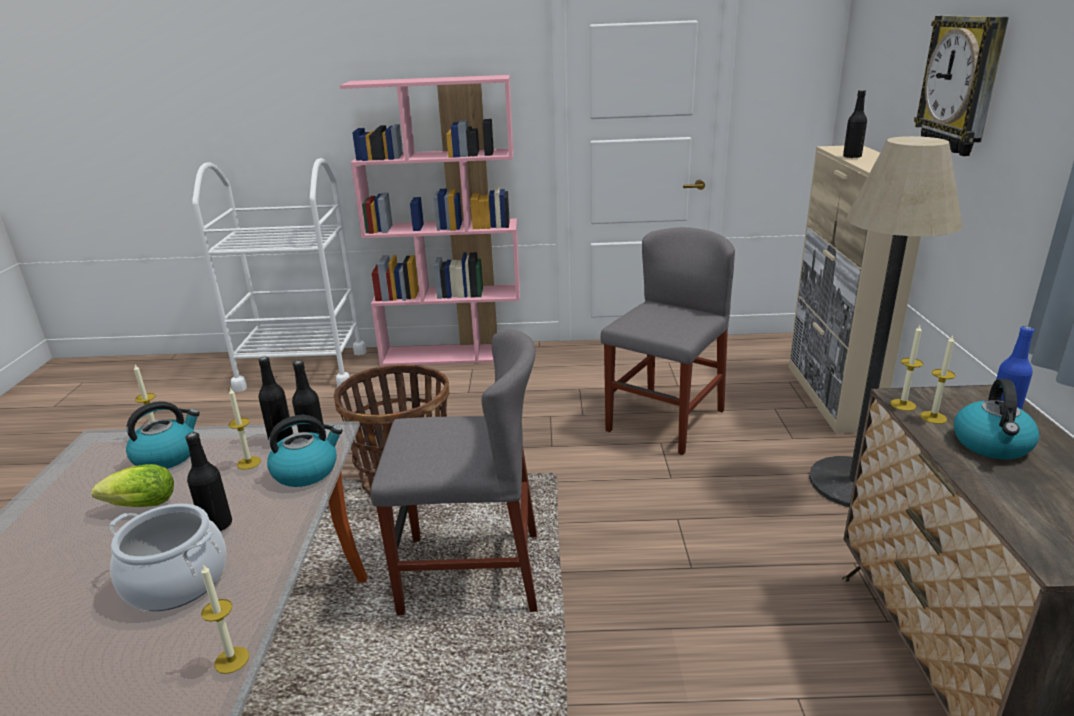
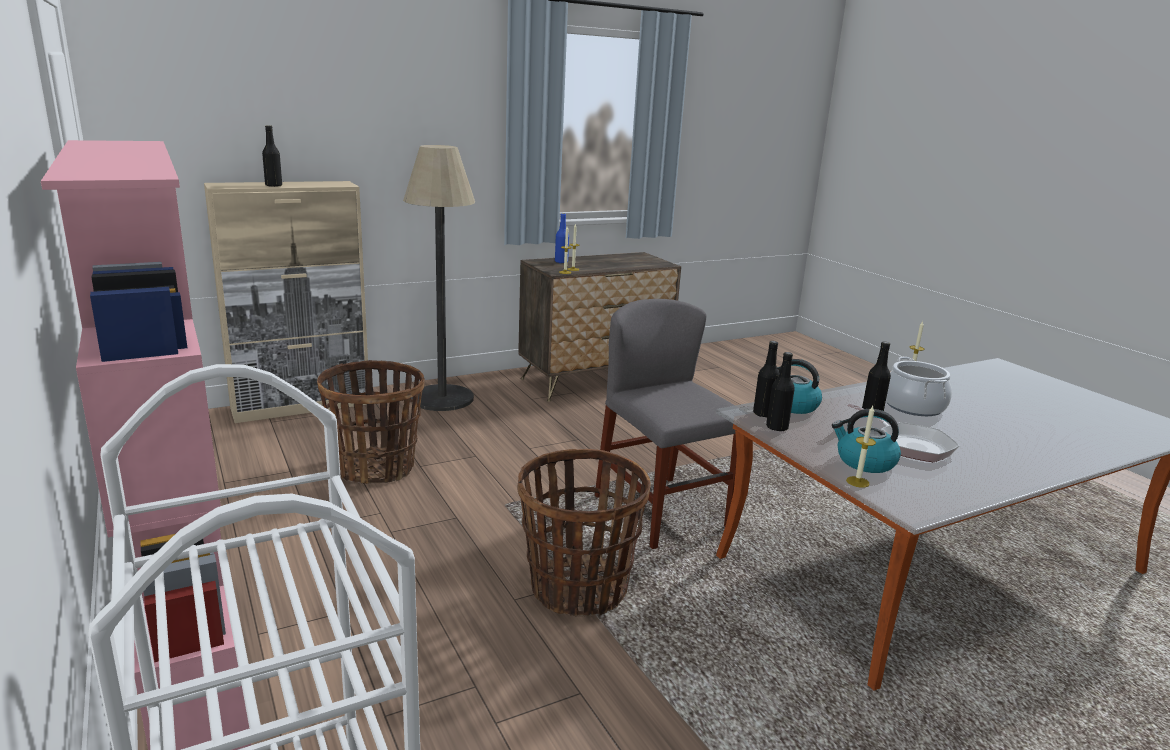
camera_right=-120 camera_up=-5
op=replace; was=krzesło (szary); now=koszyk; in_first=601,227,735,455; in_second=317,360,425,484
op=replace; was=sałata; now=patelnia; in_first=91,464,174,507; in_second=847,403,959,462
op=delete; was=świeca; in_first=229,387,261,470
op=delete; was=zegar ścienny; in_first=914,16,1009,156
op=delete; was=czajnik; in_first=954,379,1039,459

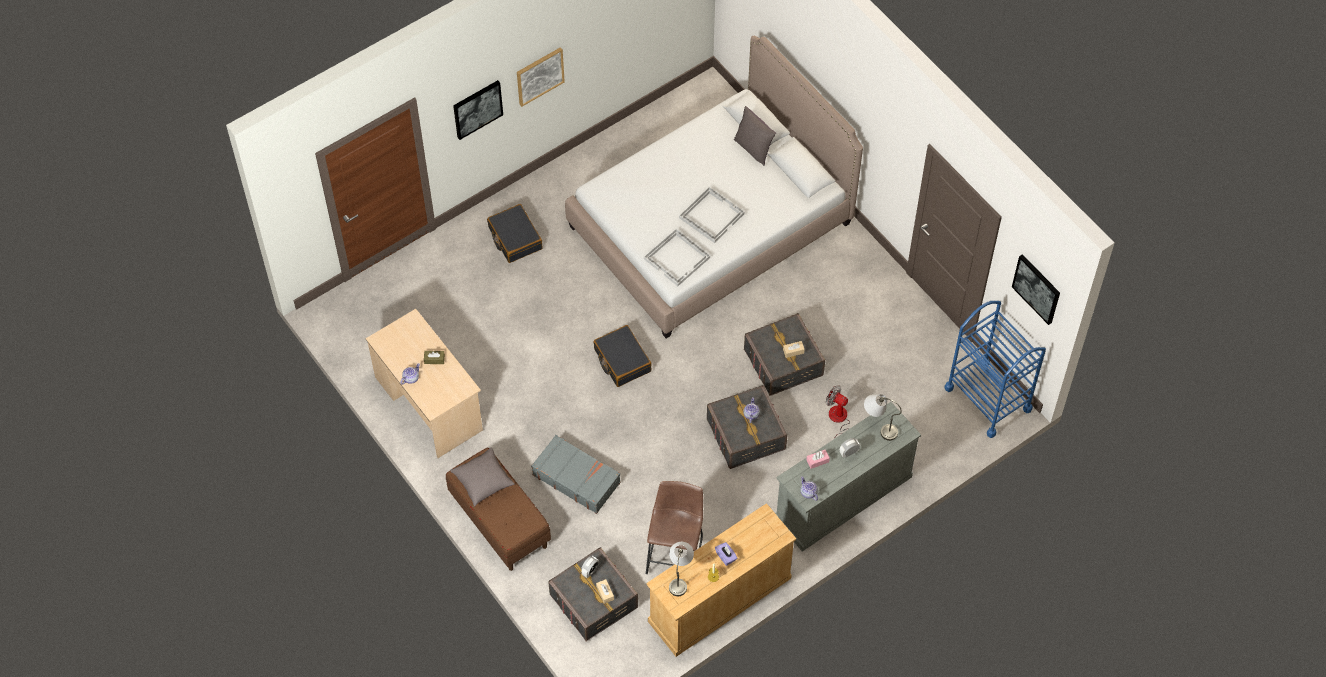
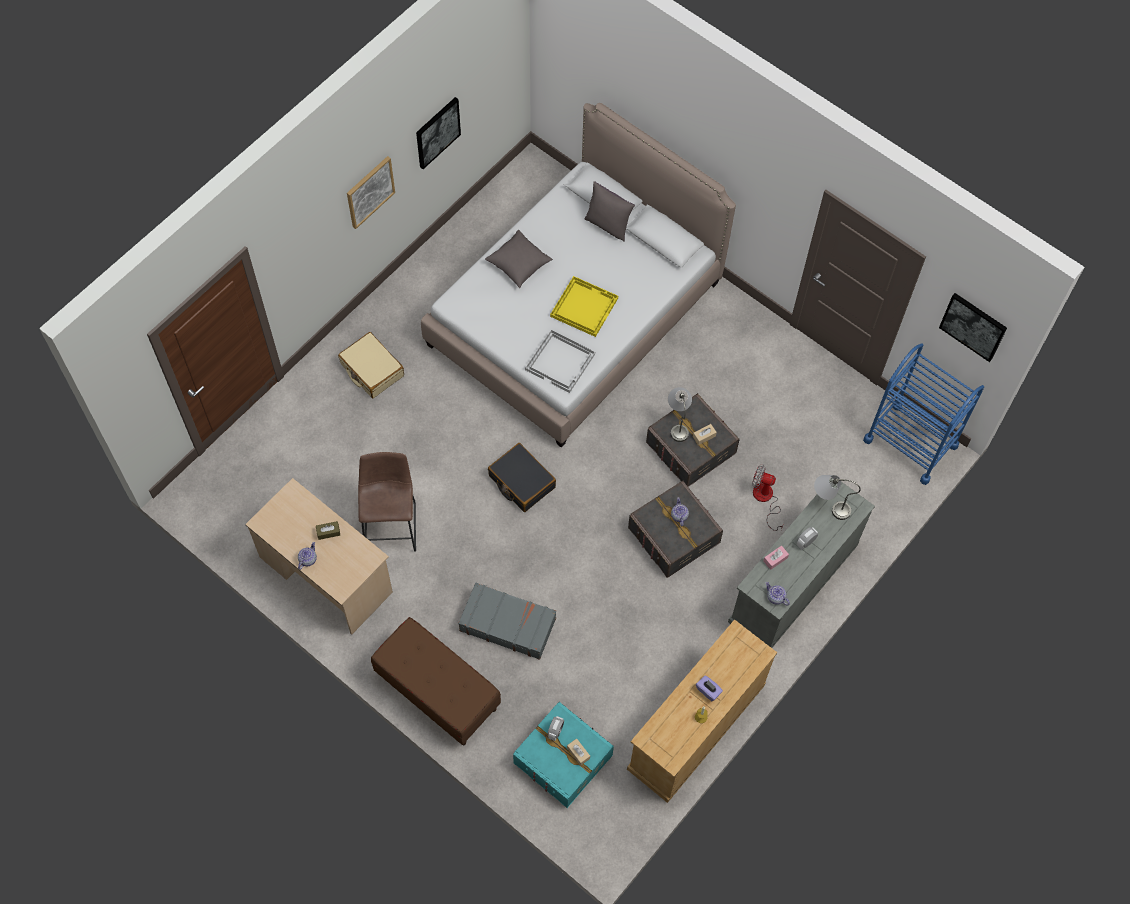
camera_right=-15 camera_up=5
op=recolor; was=walizka (czarny); now=walizka (beżowy); in_first=487,204,543,263; in_second=338,332,404,398
op=move; was=stołek (brązowy); in_first=646,481,703,574; in_second=358,452,416,551
op=move; was=obraz; in_first=453,80,503,140; in_second=416,97,461,169
op=move; was=poduszka (szary); in_first=450,447,515,507; in_second=485,230,553,288
op=recolor; was=pojemnik do przechowywania (szary); now=pojemnik do przechowywania (turkusowy); in_first=548,547,638,641; in_second=513,702,614,808
op=recolor; was=taca (biały); now=taca (żółty); in_first=679,187,745,243; in_second=550,276,618,337
op=move; was=lampa stołowa (szary); in_first=669,542,694,596; in_second=668,387,692,442

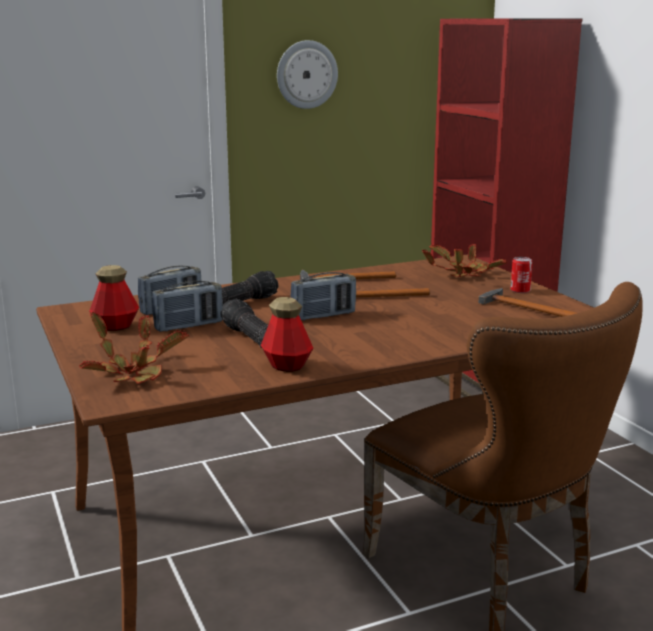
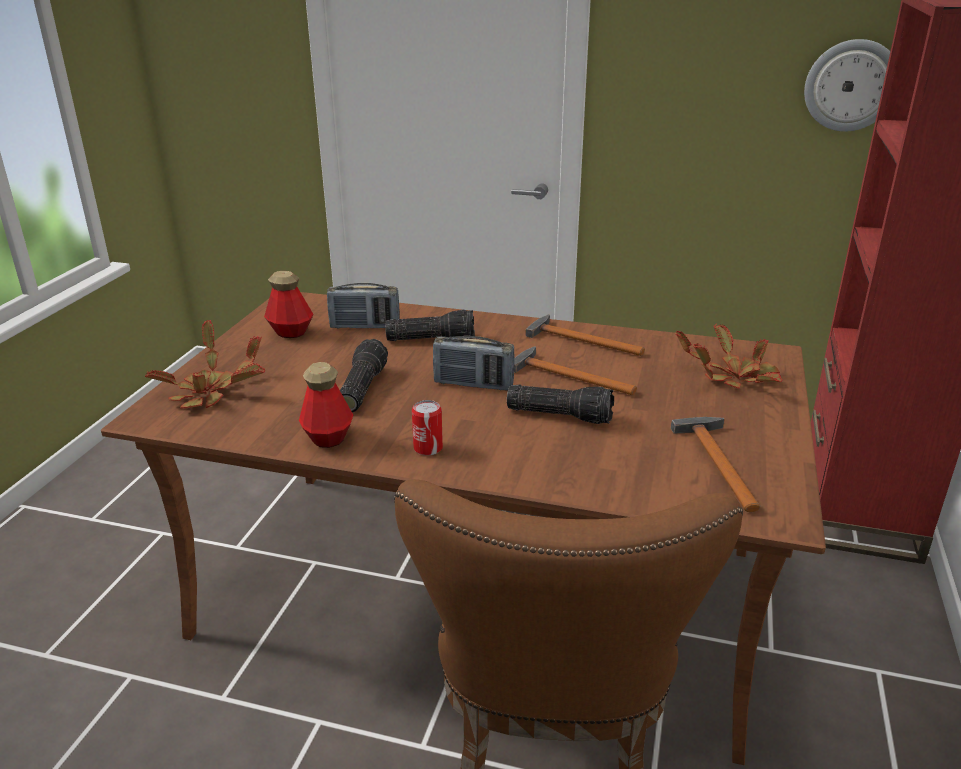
camera_right=40 camera_up=10
op=move; was=puszka; in_first=511,257,533,293; in_second=412,400,443,456
op=insert; now=latarka; in_second=507,385,614,424
op=move; was=zegar ścienny; in_first=277,40,338,109; in_second=804,39,890,131
op=delete; was=radio; in_first=152,281,223,332

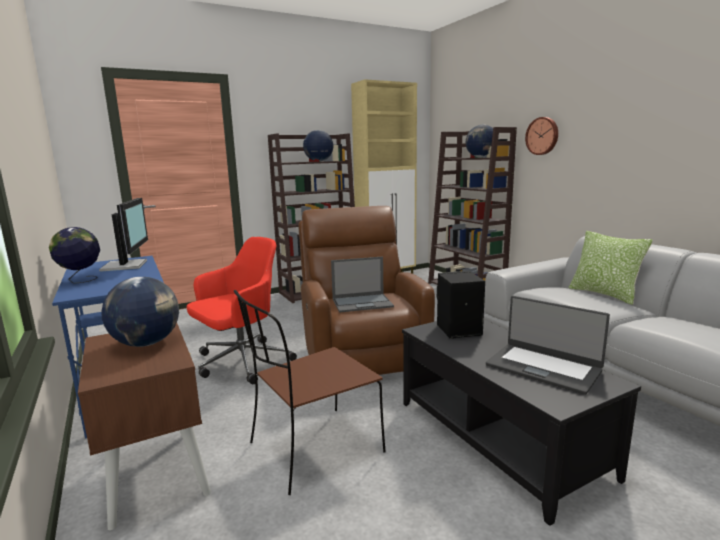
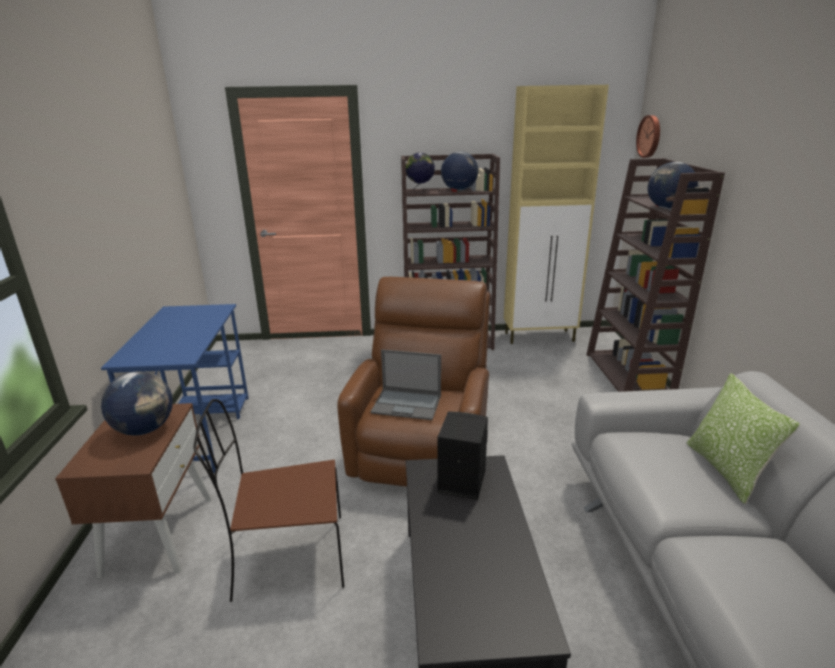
camera_right=25 camera_up=10
op=move; was=globus; in_first=49,227,100,284; in_second=406,153,435,193
op=move; was=zegar ścienny; in_first=525,117,558,155; in_second=636,115,660,158
op=delete; was=monitor; in_first=99,198,148,272
op=delete; was=krzesło biurowe (czerwony); in_first=186,237,297,384
op=delete; was=laptop; in_first=486,296,610,395

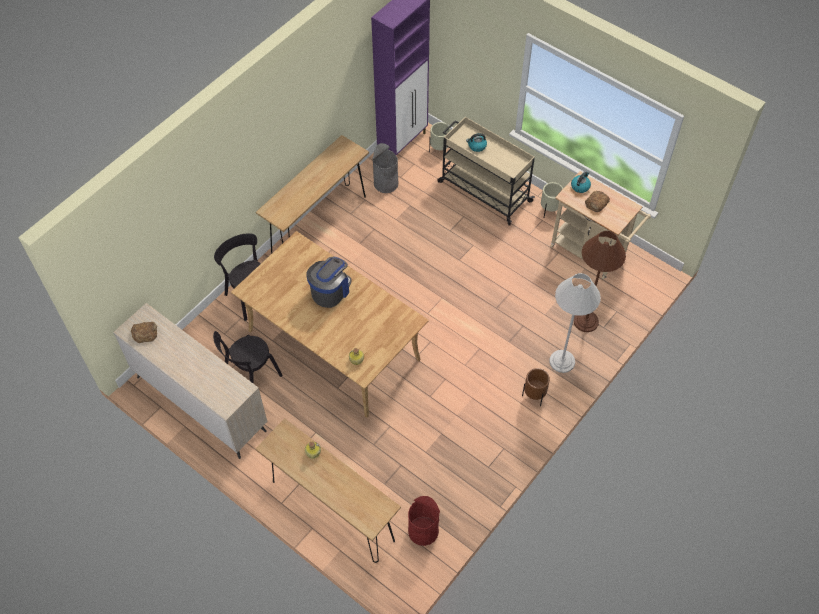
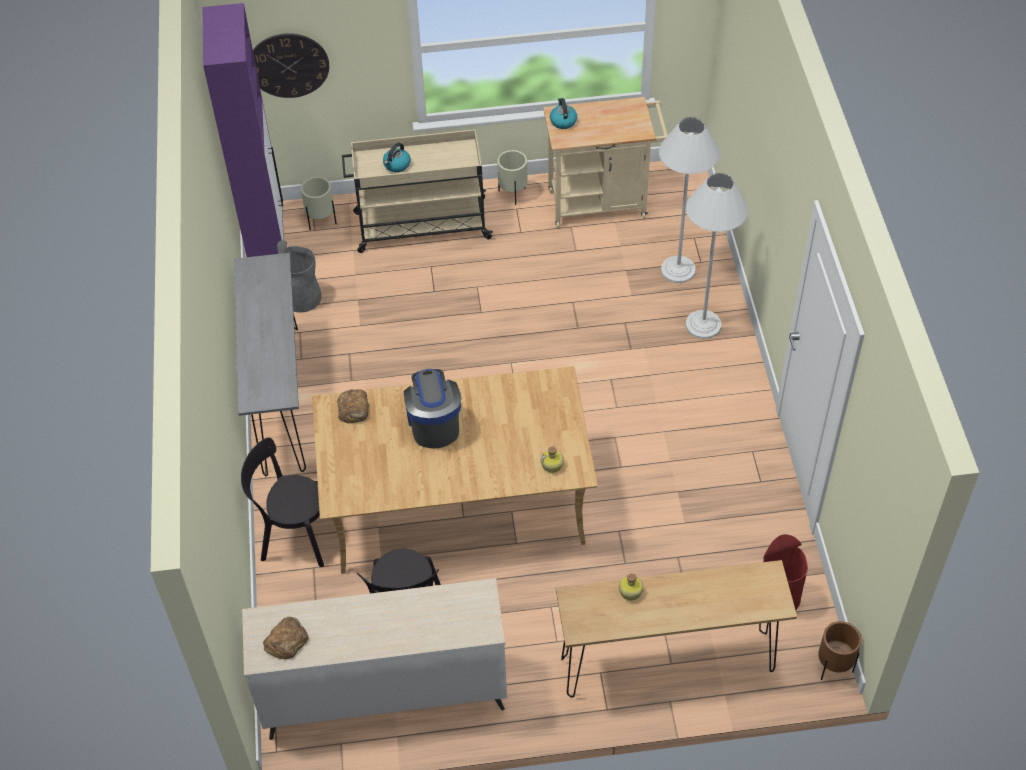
camera_right=-45 camera_up=-5
op=recolor; was=stolik konsolowy (brązowy); now=stolik konsolowy (szary); in_first=256,135,369,254; in_second=234,253,306,476
op=insert; now=zegar ścienny; in_second=253,33,329,98
op=move; was=chleb; in_first=585,191,610,212; in_second=337,389,369,424
op=recolor; was=lampa stojąca (brązowy); now=lampa stojąca (biały); in_first=574,231,626,332; in_second=659,117,720,283
op=move; was=donica (brązowy); in_first=522,368,550,406; in_second=818,621,862,680

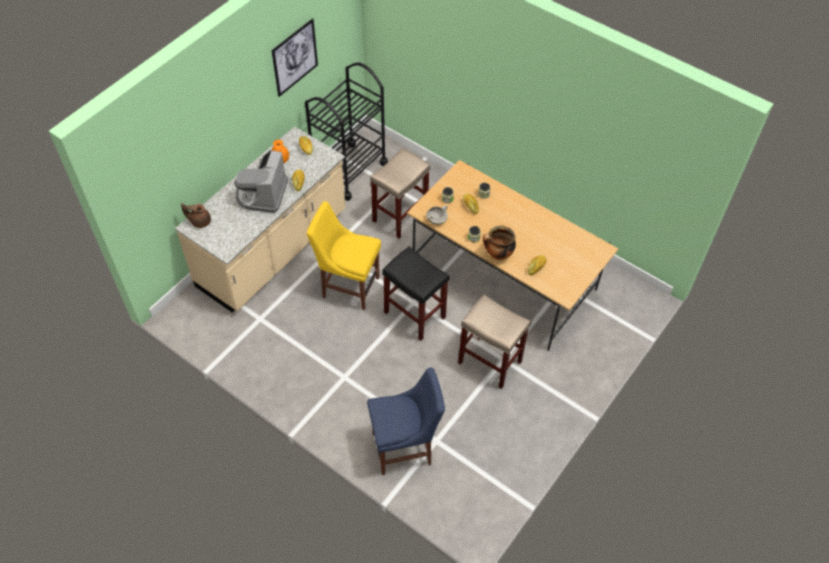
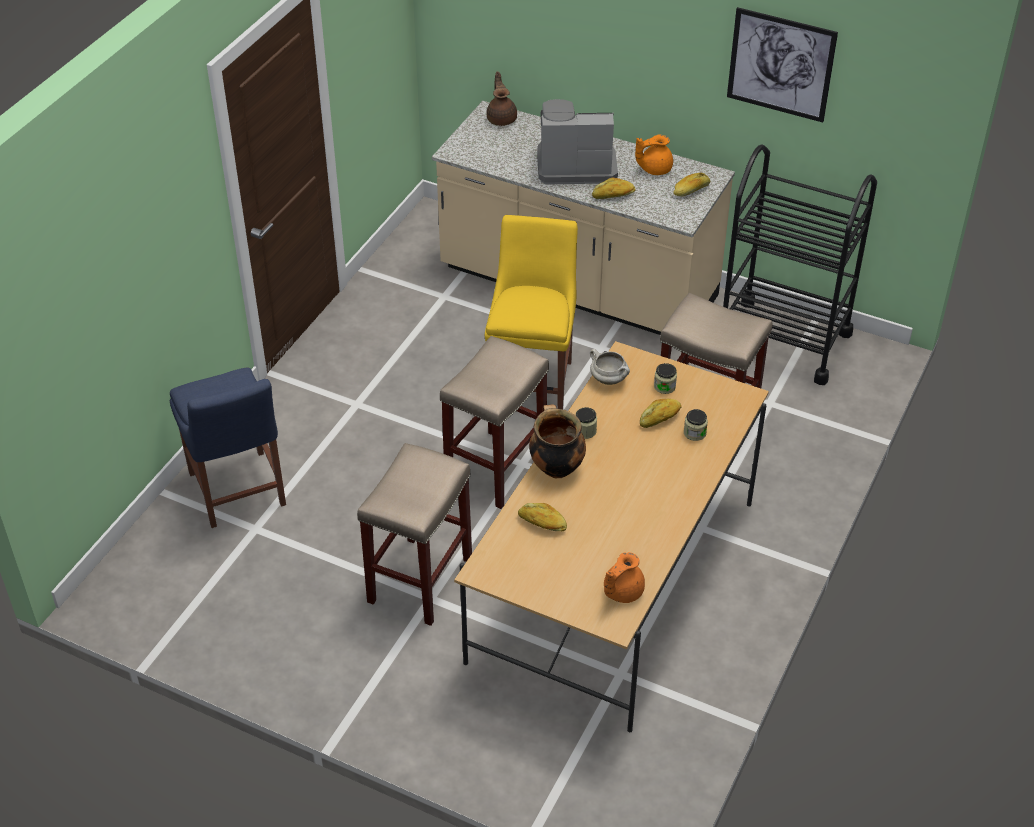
camera_right=80 camera_up=-10
op=recolor; was=stołek (czarny); now=stołek (beżowy); in_first=382,247,449,341; in_second=440,336,549,509
op=insert; now=imbryk (pomarańczowy); in_second=604,552,645,603

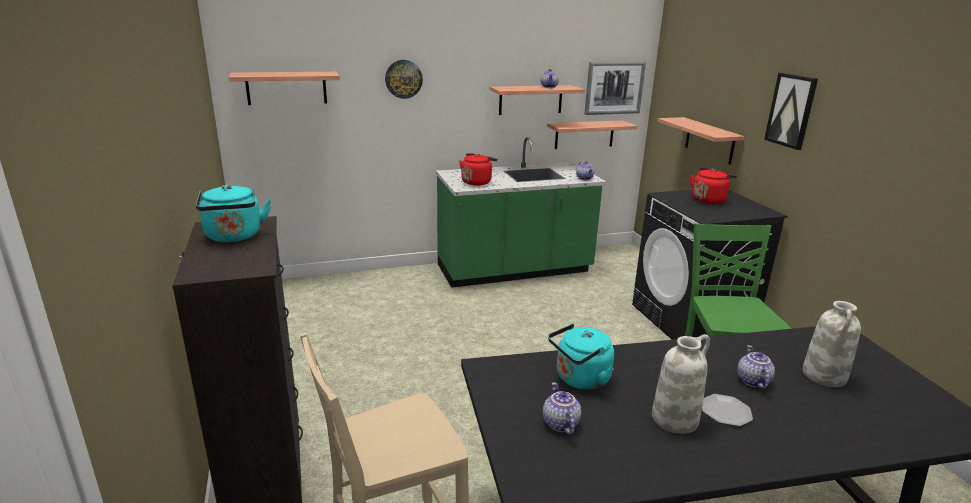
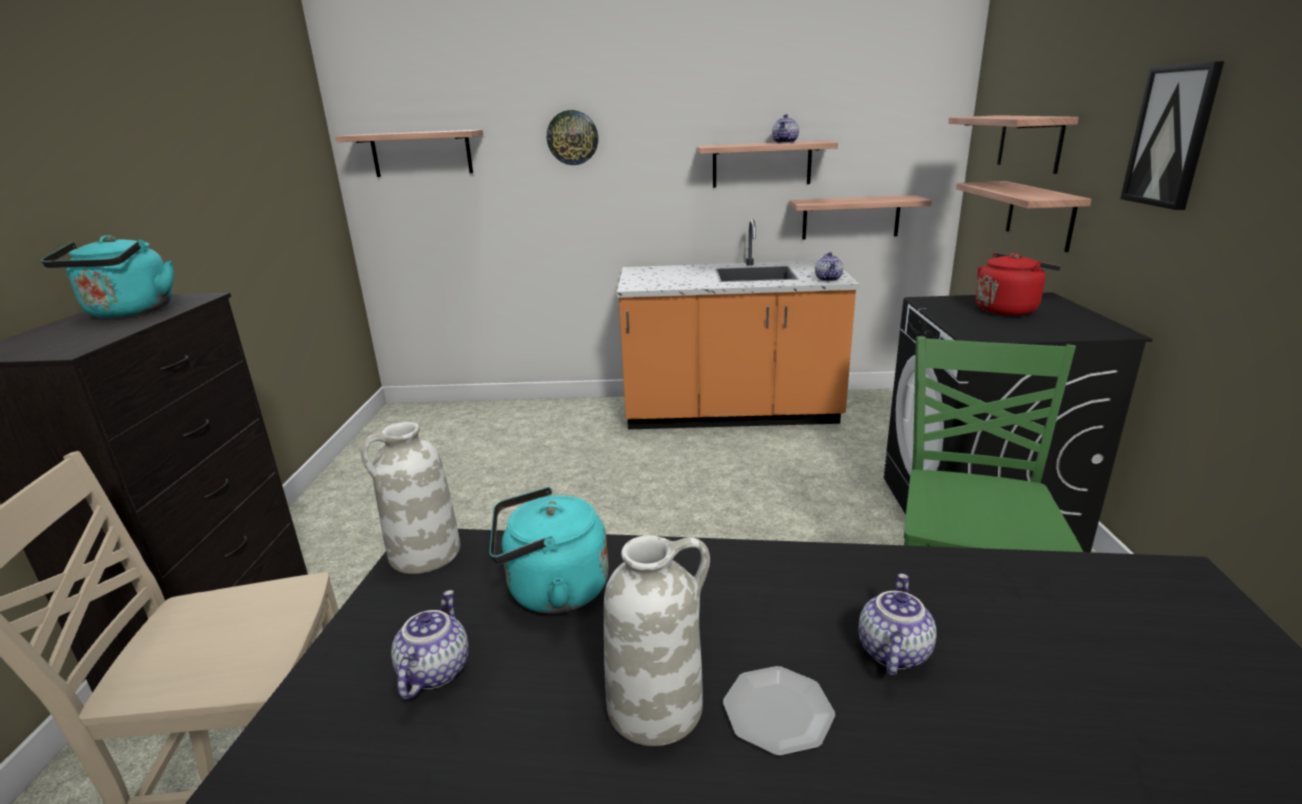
camera_right=20 camera_up=0
op=move; was=wazon (biały); in_first=802,301,861,387; in_second=361,422,460,574
op=recolor; was=zabudowa kuchenna (zielony); now=zabudowa kuchenna (pomarańczowy); in_first=436,137,606,288; in_second=617,219,860,429
op=insert; now=półka; in_second=948,115,1079,174
op=delete; was=czajnik (czerwony); in_first=459,153,498,185
op=delete; was=obraz; in_first=584,62,646,115

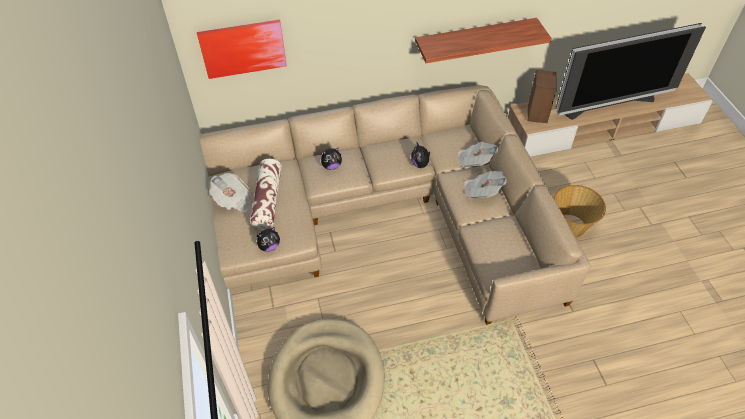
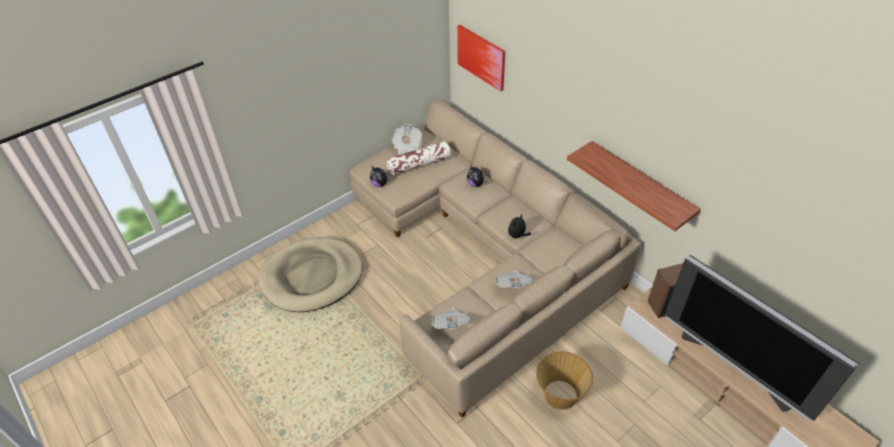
camera_right=65 camera_up=-5
op=move; was=gazeta; in_first=458,141,498,167; in_second=432,308,470,330

